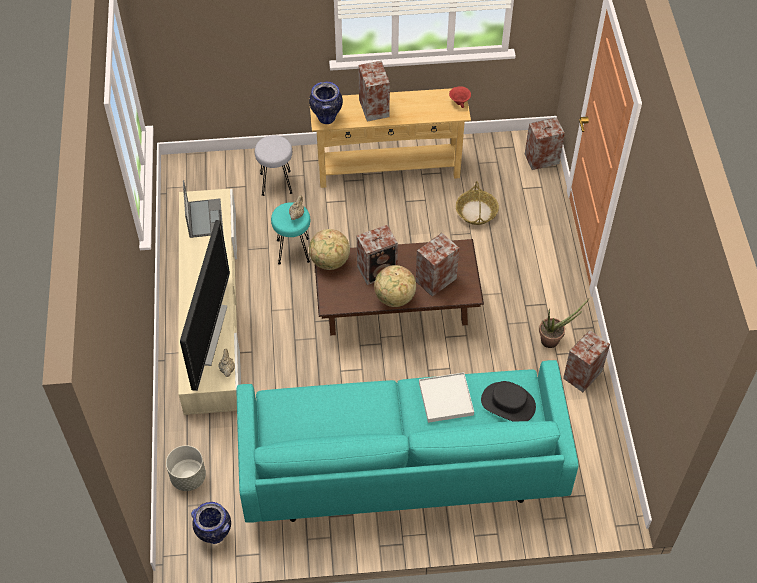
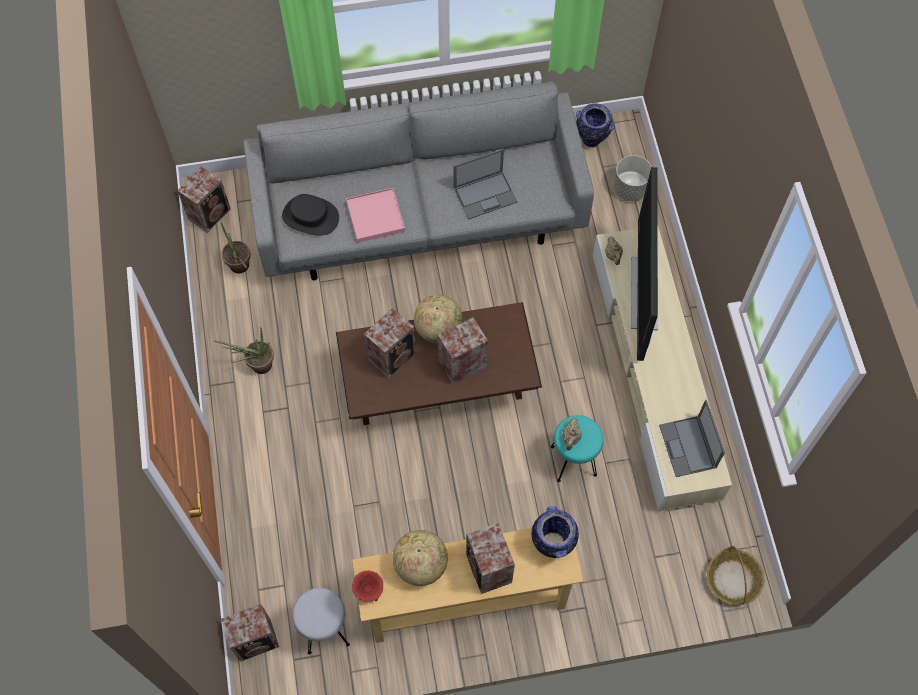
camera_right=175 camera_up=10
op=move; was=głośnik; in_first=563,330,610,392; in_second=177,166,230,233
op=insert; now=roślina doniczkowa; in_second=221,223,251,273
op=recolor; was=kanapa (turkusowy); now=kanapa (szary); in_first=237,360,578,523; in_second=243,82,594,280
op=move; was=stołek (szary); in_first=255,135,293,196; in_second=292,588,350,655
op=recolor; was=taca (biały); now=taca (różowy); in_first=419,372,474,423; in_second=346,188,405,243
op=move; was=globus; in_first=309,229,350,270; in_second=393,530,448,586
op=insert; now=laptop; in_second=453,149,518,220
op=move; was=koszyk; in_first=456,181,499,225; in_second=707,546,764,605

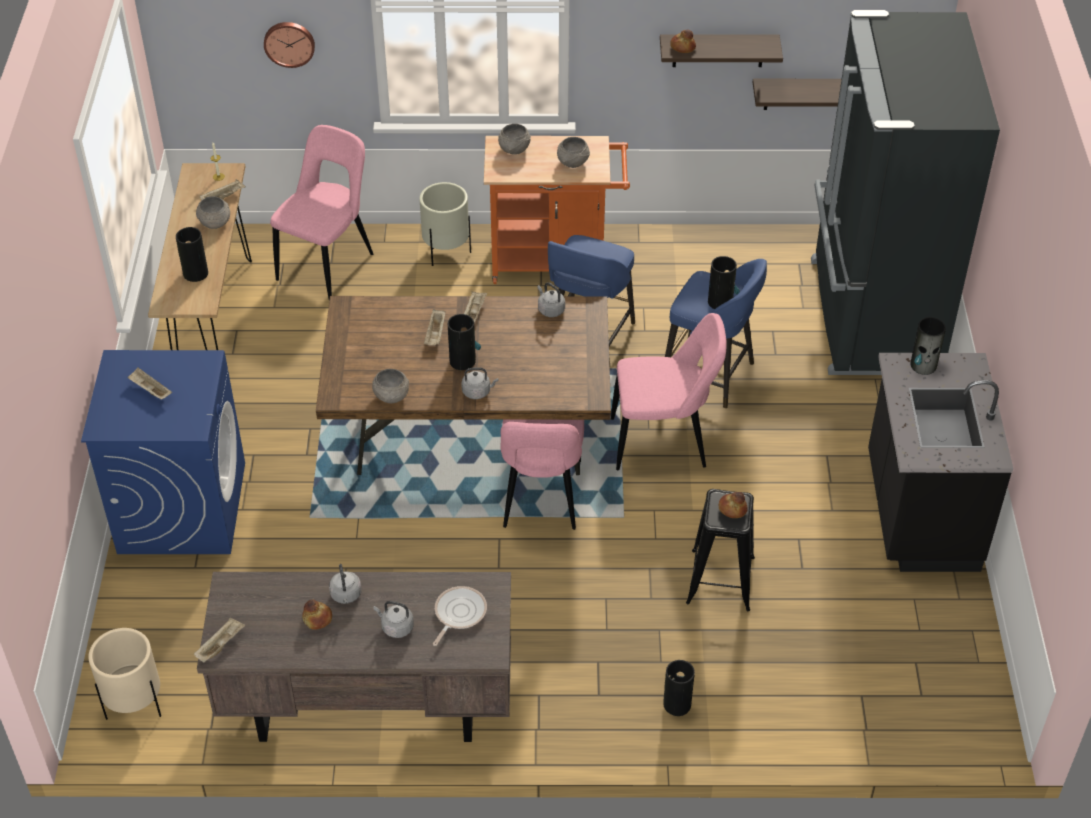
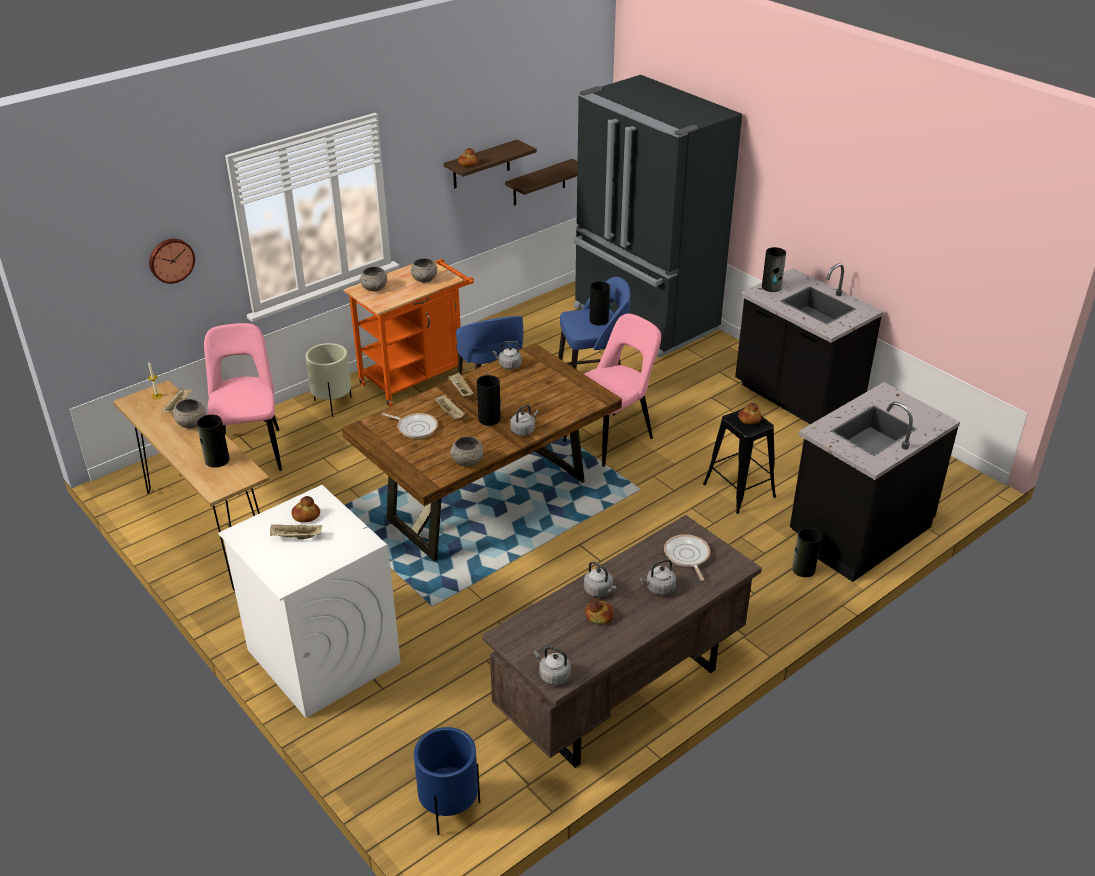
camera_right=-40 camera_up=-10
op=recolor; was=pralka (niebieski); now=pralka (biały); in_first=81,350,245,554; in_second=218,485,401,718
op=insert; now=chleb; in_second=291,496,320,522
op=insert; now=patelnia; in_second=382,413,438,439
op=recolor; was=donica (beżowy); now=donica (niebieski); in_first=88,628,161,720; in_second=414,727,480,835
op=replace; was=taca (beżowy); now=czajnik (szary); in_first=194,618,246,662; in_second=534,646,571,685
op=insert; now=zabudowa kuchenna (czarny); in_second=790,382,960,582
op=delete; was=krzesło (różowy); in_first=500,420,584,530

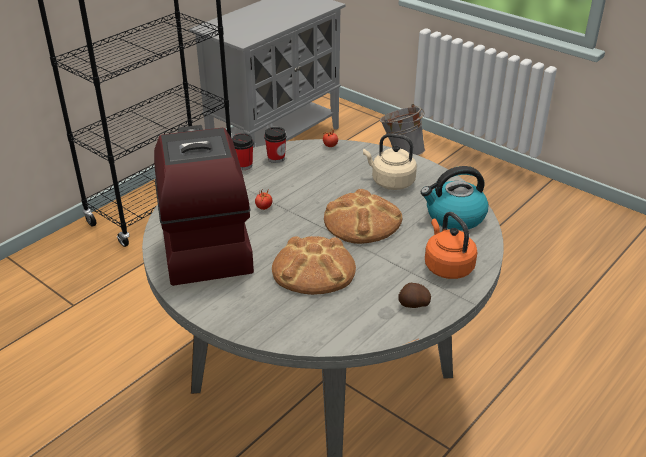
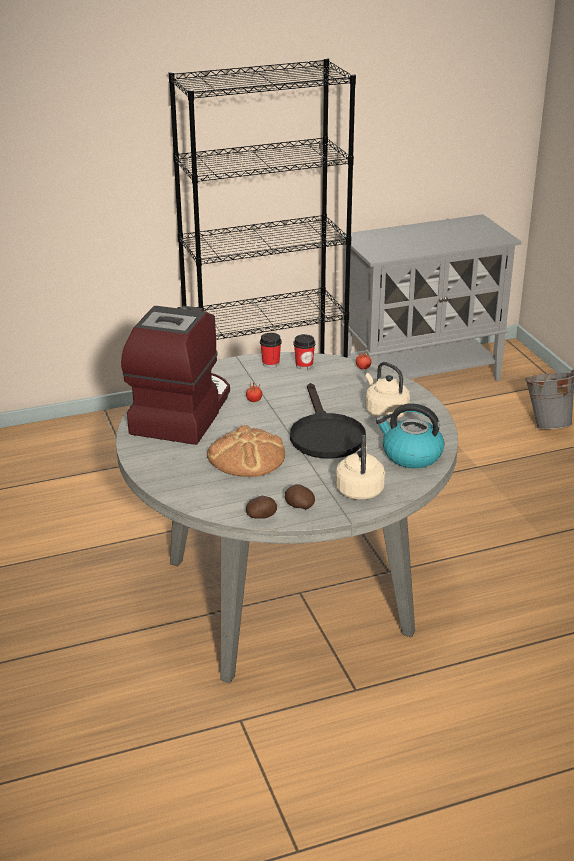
camera_right=30 camera_up=-5
op=insert; now=ziemniak; in_second=246,496,277,519
op=replace; was=chleb; now=patelnia (czarny); in_first=324,189,402,244; in_second=290,383,366,459
op=recolor; was=czajnik (pomarańczowy); now=czajnik (beżowy); in_first=425,212,477,279; in_second=335,435,385,500

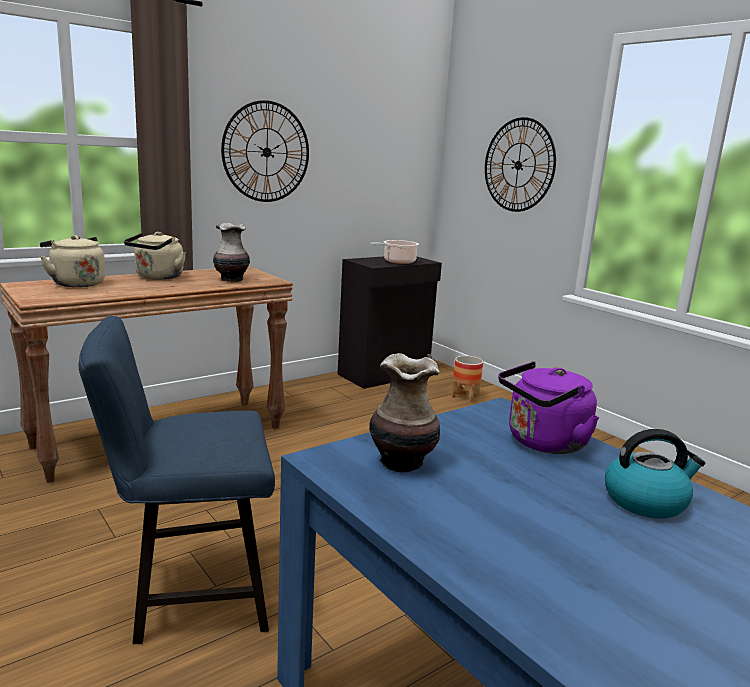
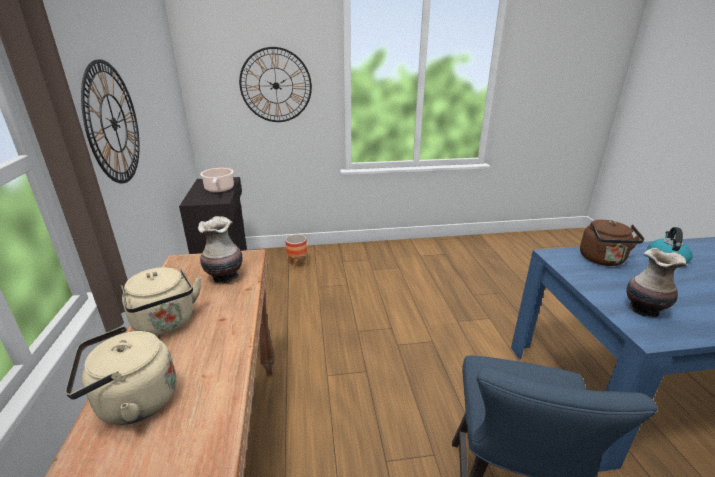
camera_right=-60 camera_up=10
op=recolor; was=czajnik (fioletowy); now=czajnik (brązowy); in_first=498,361,599,454; in_second=580,220,644,266

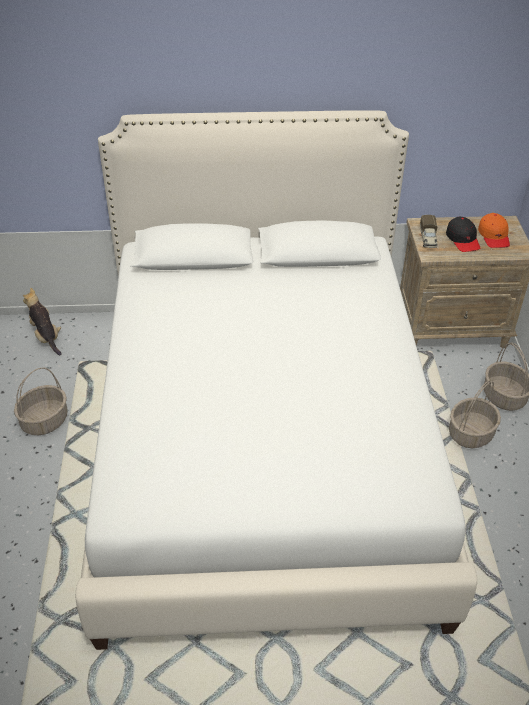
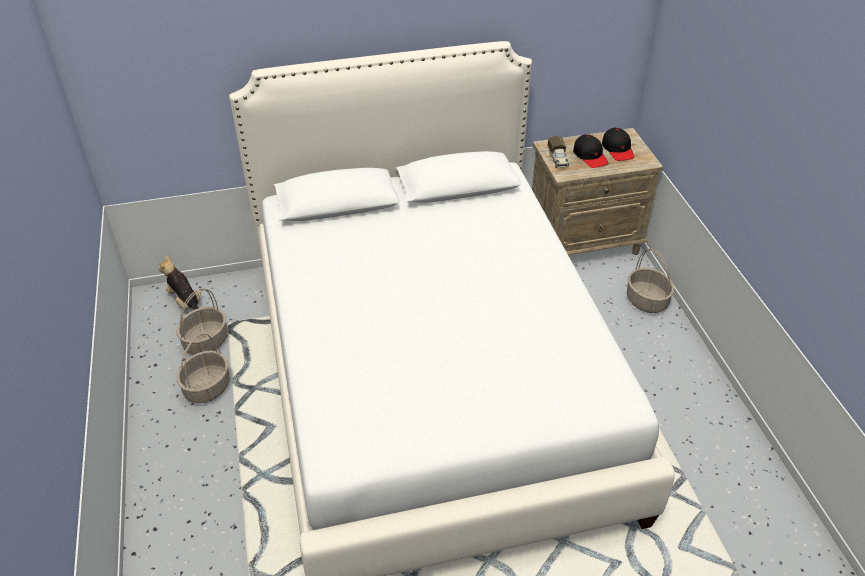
camera_right=-10 camera_up=0
op=move; was=koszyk; in_first=449,380,501,448; in_second=176,288,227,355
op=recolor; was=czapka z daszkiem (pomarańczowy); now=czapka z daszkiem (czarny); in_first=478,213,510,248; in_second=602,128,635,161

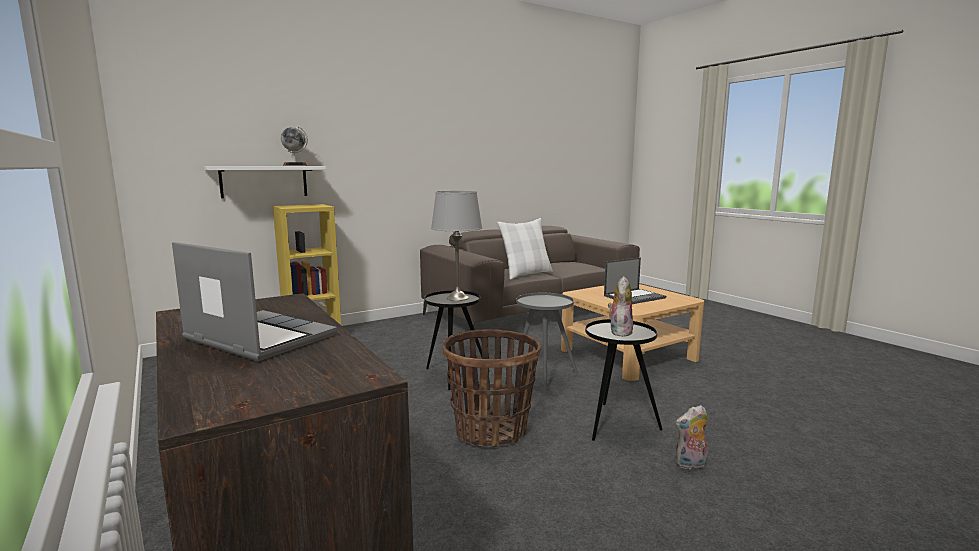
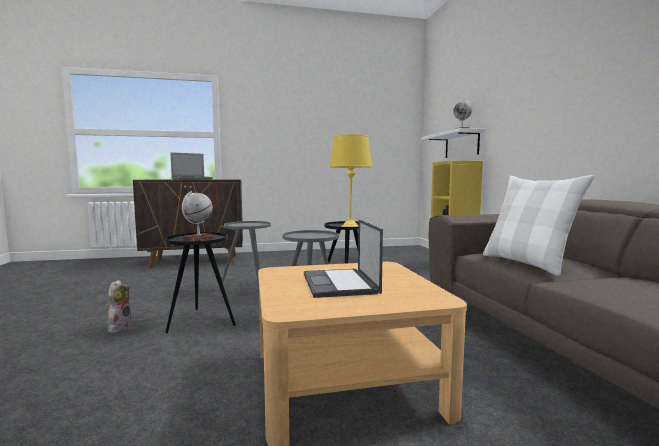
camera_right=110 camera_up=-5
op=replace; was=pluszak; now=globus; in_first=608,276,633,337; in_second=182,191,215,241
op=replace; was=koszyk; now=stolik (szary); in_first=443,329,541,447; in_second=219,221,271,292
op=recolor; was=lampa stołowa (szary); now=lampa stołowa (żółty); in_first=431,191,482,301; in_second=329,134,372,227

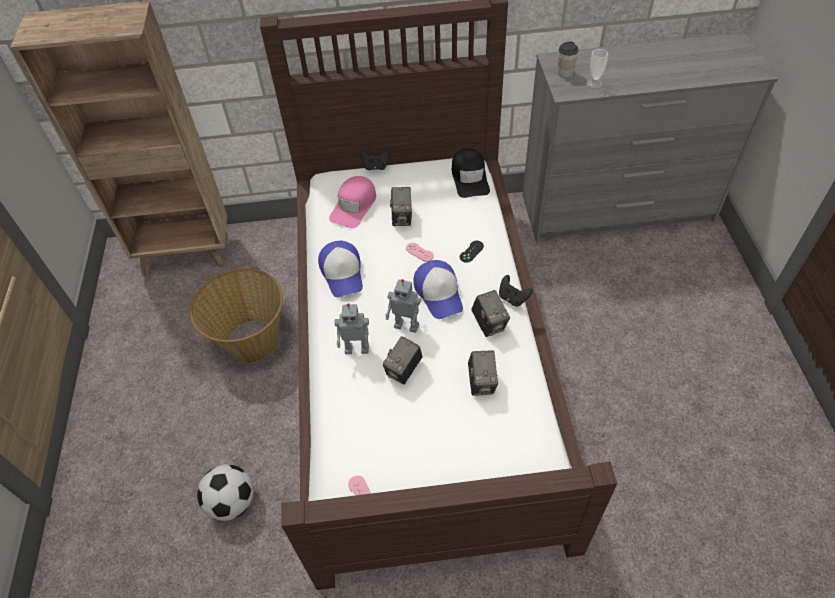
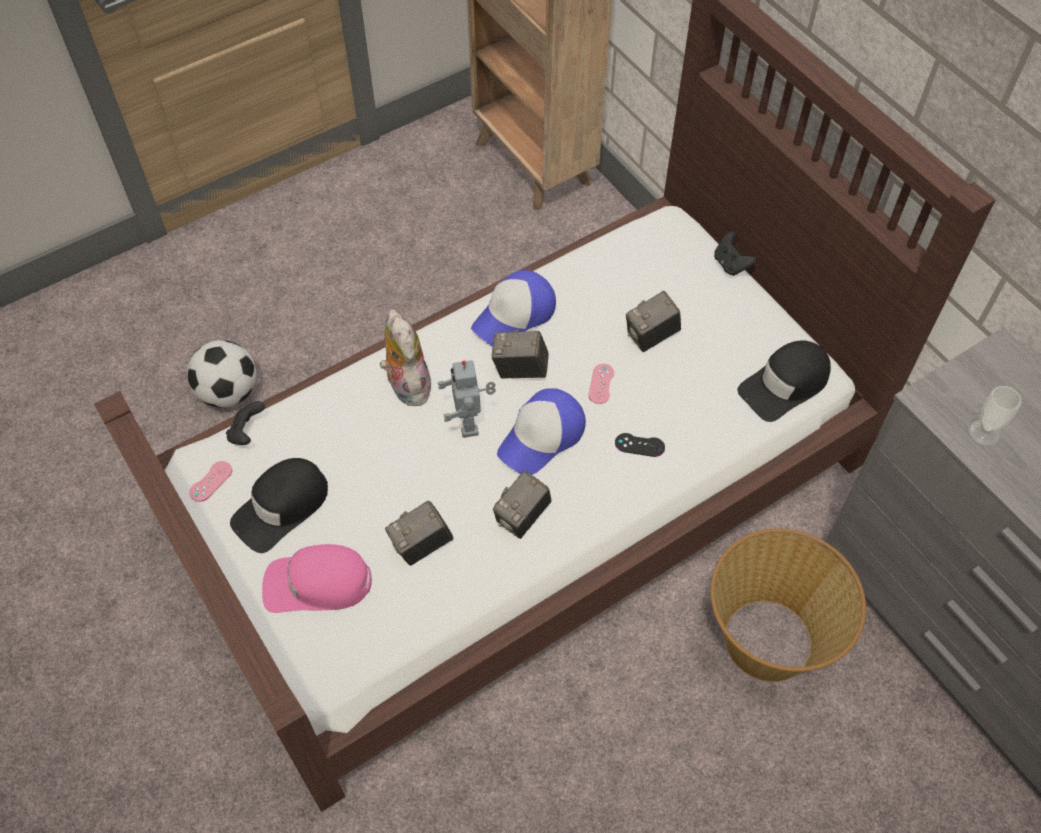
camera_right=60 camera_up=5
op=move; was=pad do gier (czarny); in_first=499,275,533,306; in_second=226,401,265,445
op=insert; now=czapka z daszkiem (czarny); in_second=230,458,328,553
op=move; was=czapka z daszkiem (różowy); in_first=329,176,376,228; in_second=262,544,372,613
op=replace; was=robot zabawkowy; now=pluszak; in_first=334,303,369,354; in_second=380,309,431,406
op=move; was=aparat fotograficzny; in_first=383,336,423,385; in_second=492,330,549,379
op=move; was=koszyk; in_first=190,268,283,364; in_second=710,529,866,682
op=delete; was=filiżanka; in_first=558,41,578,78

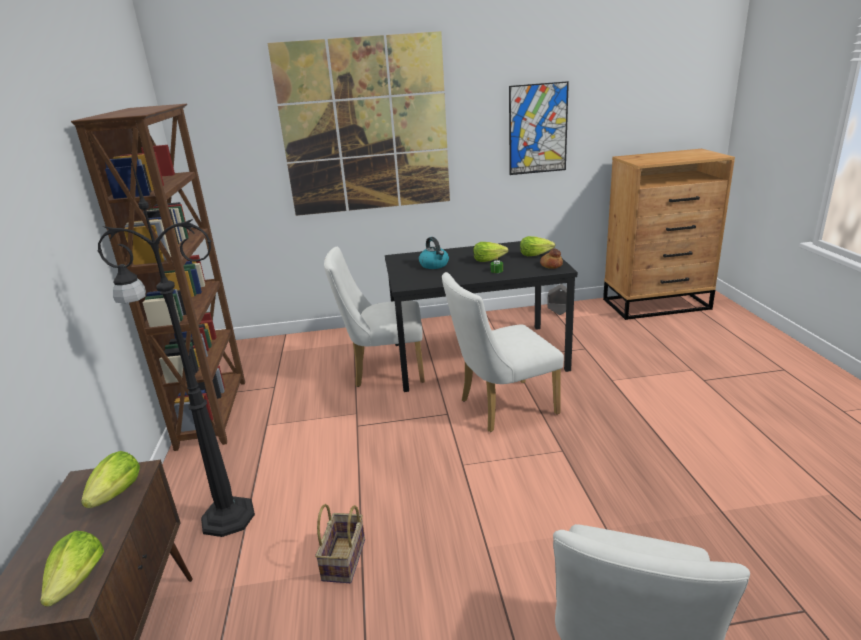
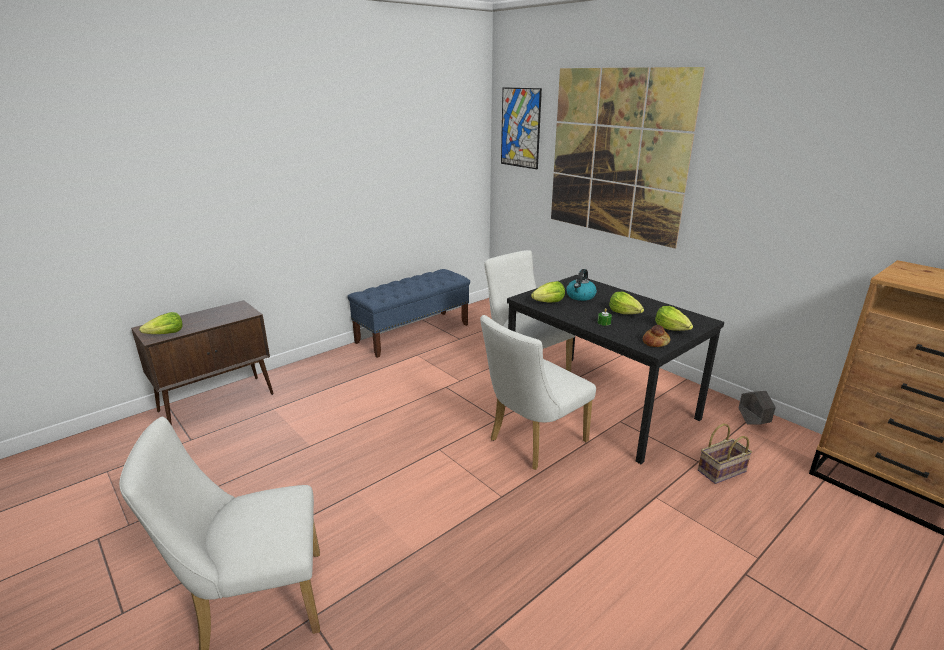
camera_right=55 camera_up=0
op=replace; was=regał (brązowy); now=ławka (niebieski); in_first=71,104,245,451; in_second=347,269,470,358
op=rotate; was=krzesło (biały); in_first=442,272,564,432; in_second=480,315,596,470; clockwise=-75
op=move; was=obraz; in_first=509,81,569,175; in_second=501,87,542,169
op=move; was=sałata; in_first=81,451,140,508; in_second=531,281,565,303
op=move; was=koszyk; in_first=315,504,365,583; in_second=698,424,752,484
op=delete; was=lampa stojąca (czarny); in_first=97,160,255,537

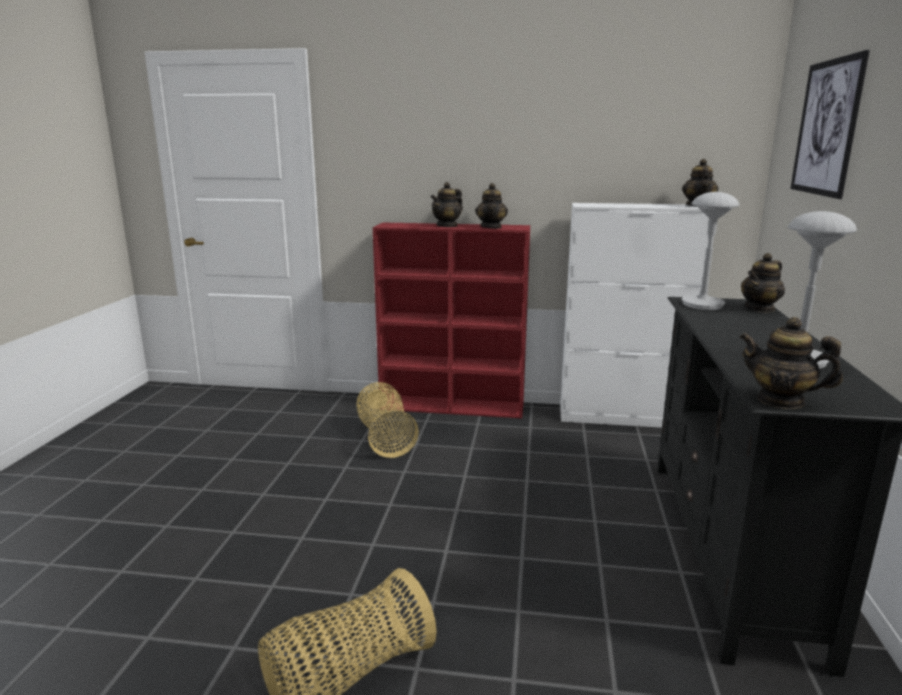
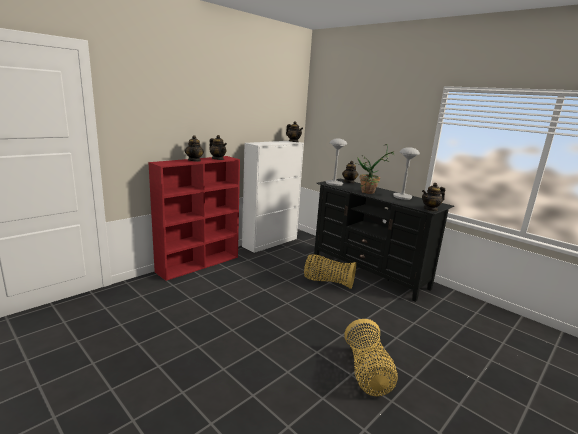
camera_right=-55 camera_up=0
op=move; was=koszyk; in_first=356,382,419,458; in_second=304,254,356,289
op=insert; now=roślina doniczkowa; in_second=355,144,394,194
op=delete; was=obraz; in_first=790,50,870,199

